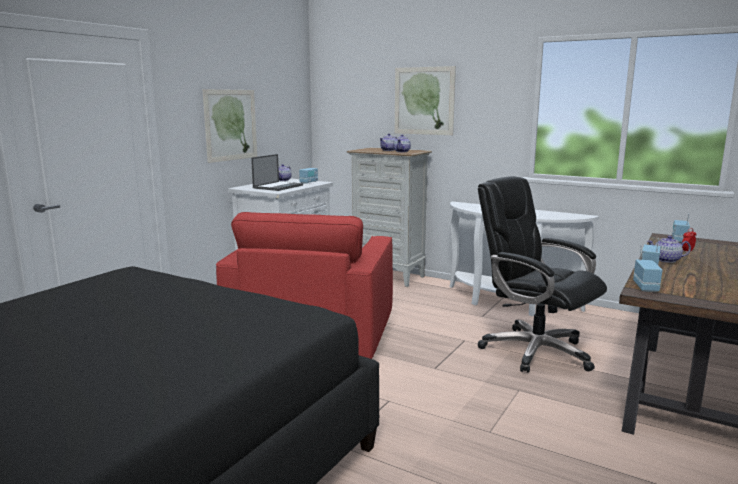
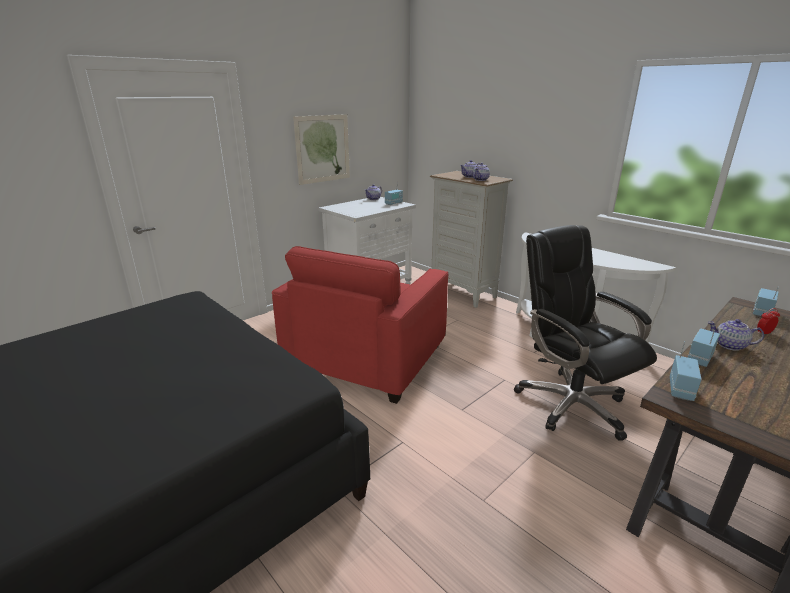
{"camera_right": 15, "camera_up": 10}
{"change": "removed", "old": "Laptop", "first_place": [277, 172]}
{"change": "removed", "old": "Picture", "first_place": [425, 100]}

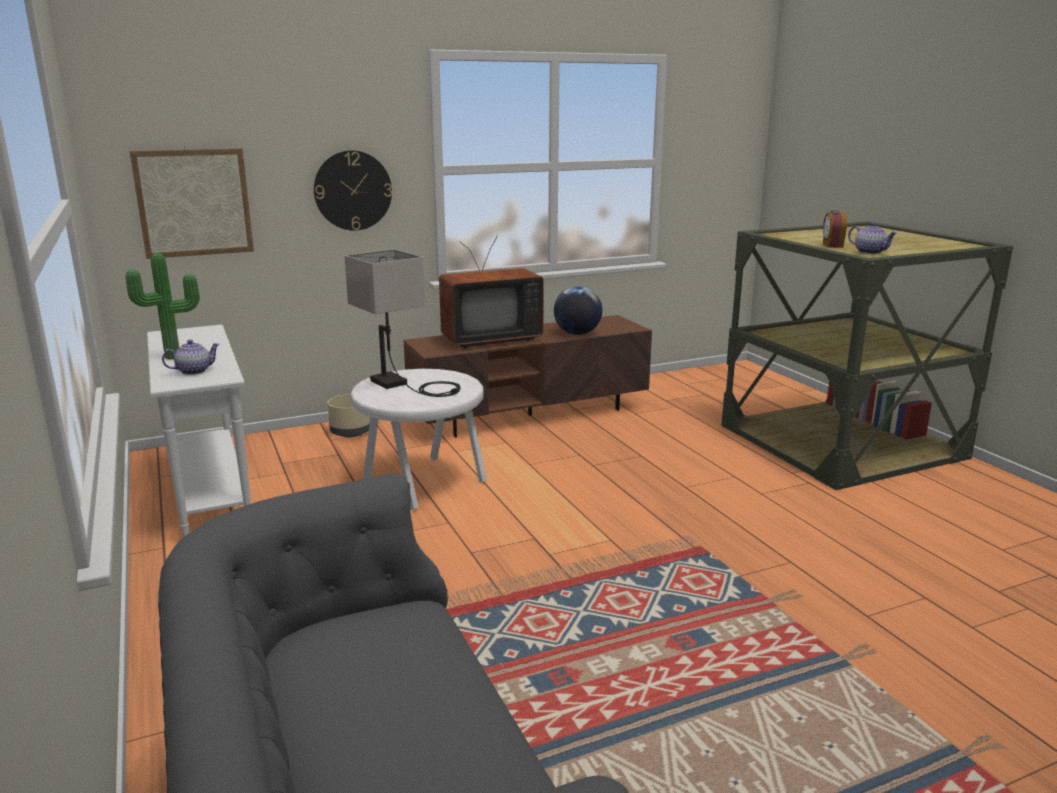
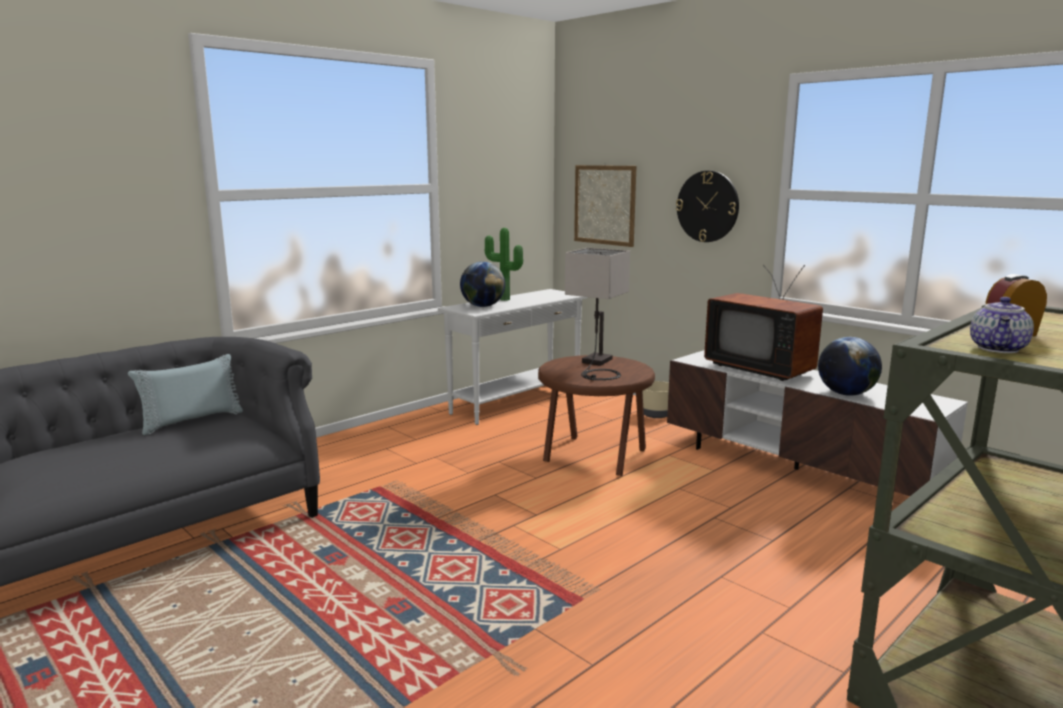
{"camera_right": 70, "camera_up": -5}
{"change": "replaced", "old": "Teapot", "new": "Globe", "first_place": [191, 357], "second_place": [482, 284]}
{"change": "recoloured", "old": "WhiteSideTable", "new": "BrownSideTable", "first_place": [418, 439], "second_place": [596, 415]}
{"change": "recoloured", "old": "BrownTvStand", "new": "WhiteTvStand", "first_place": [528, 376], "second_place": [817, 423]}
{"change": "added", "new": "BluePillow", "second_place": [185, 394]}

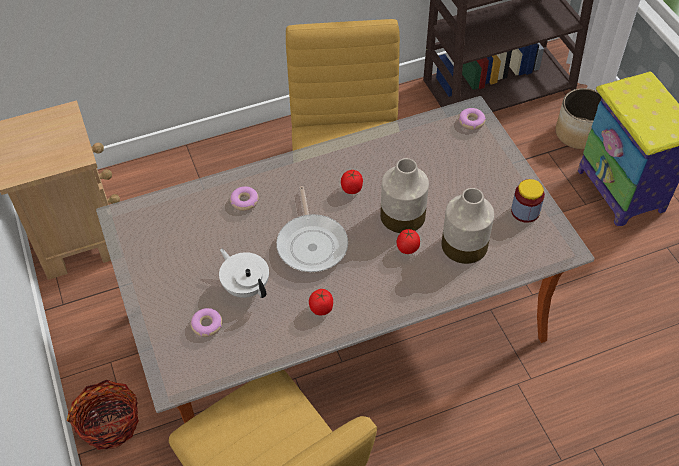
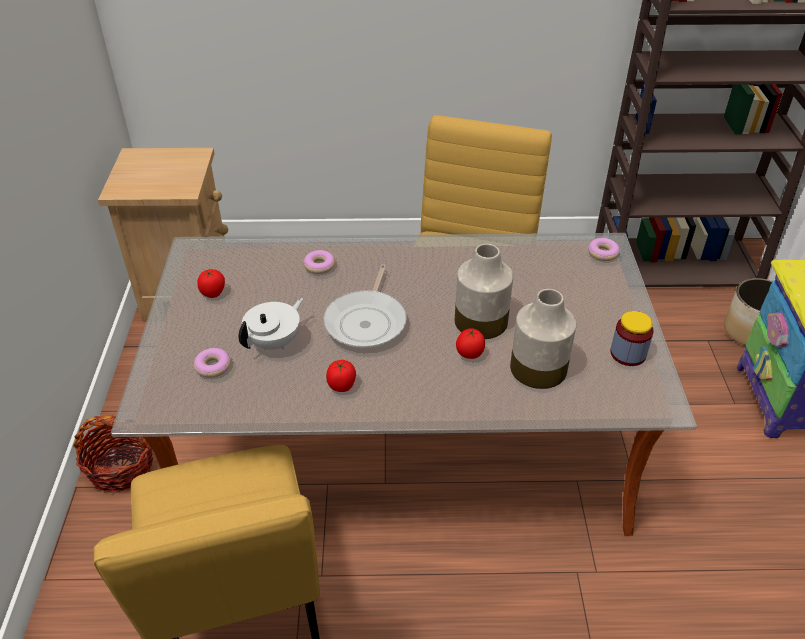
{"camera_right": 20, "camera_up": -10}
{"change": "turned", "old": "WhiteTeapot", "first_place": [244, 273], "second_place": [271, 324], "degrees": 60}
{"change": "moved", "old": "Tomato", "first_place": [352, 182], "second_place": [211, 283]}

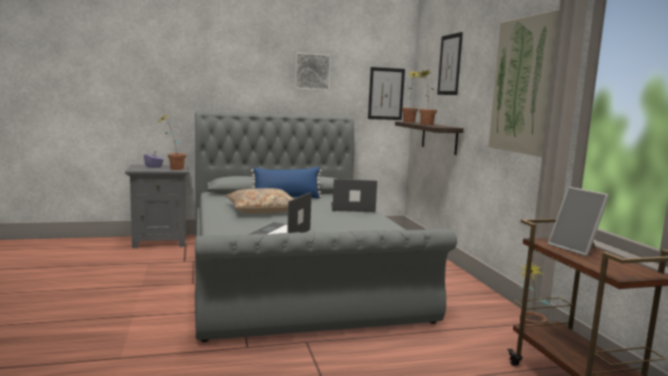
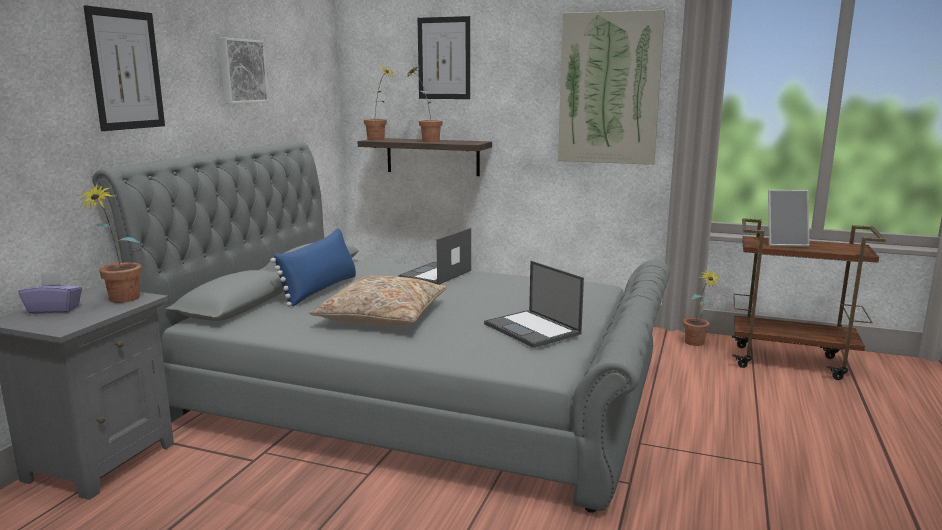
{"camera_right": -55, "camera_up": 5}
{"change": "moved", "old": "Picture", "first_place": [386, 93], "second_place": [124, 68]}

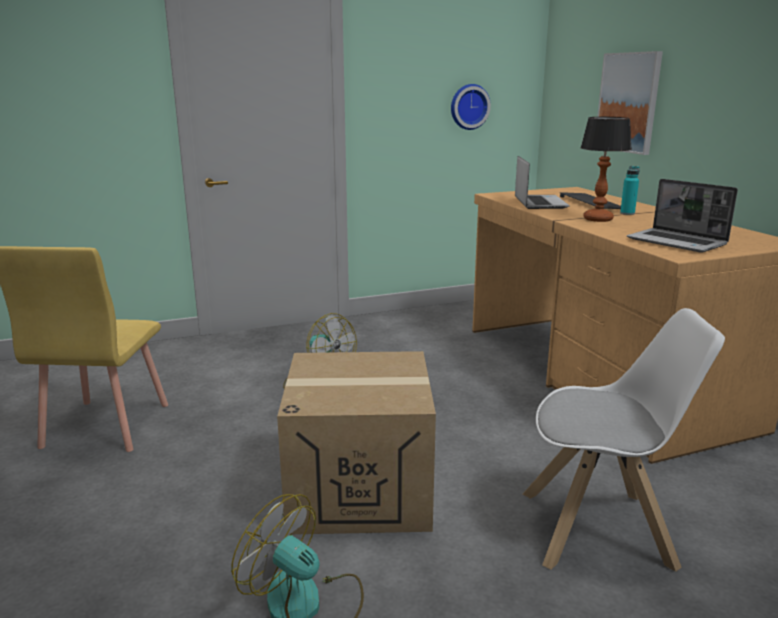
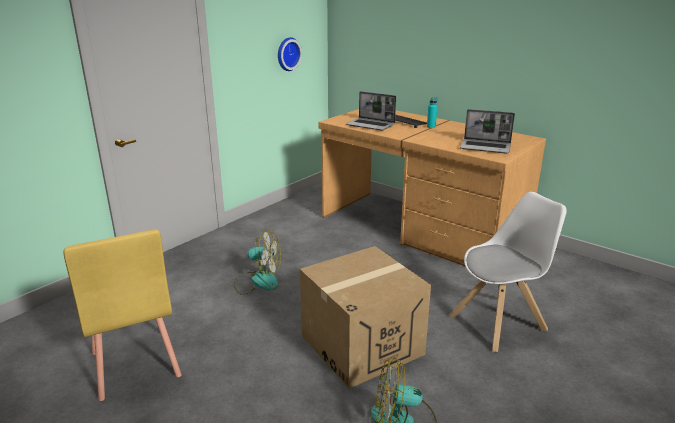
{"camera_right": -30, "camera_up": 5}
{"change": "turned", "old": "Laptop", "first_place": [542, 182], "second_place": [371, 111], "degrees": 150}
{"change": "removed", "old": "TableLamp", "first_place": [606, 169]}
{"change": "removed", "old": "Picture", "first_place": [630, 103]}

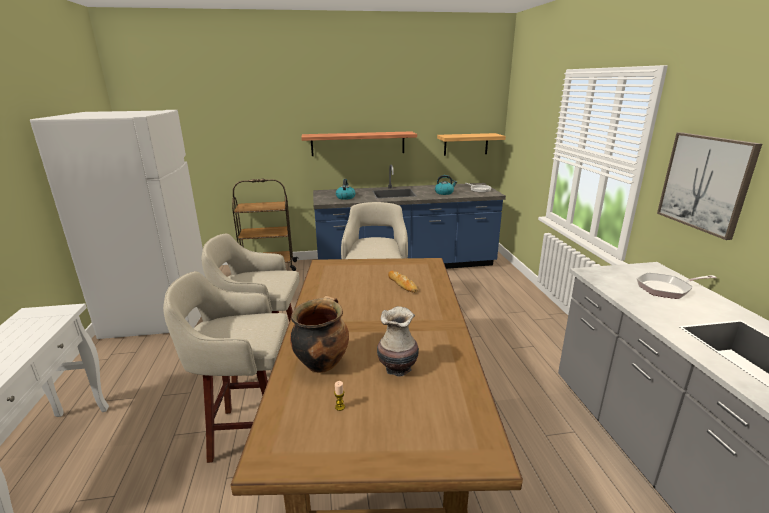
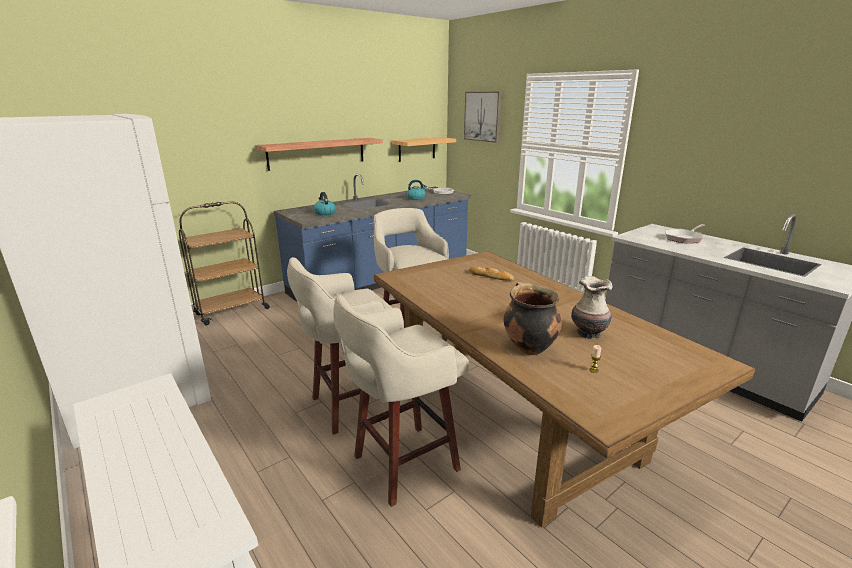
{"camera_right": -30, "camera_up": 0}
{"change": "moved", "old": "Picture", "first_place": [709, 186], "second_place": [482, 117]}

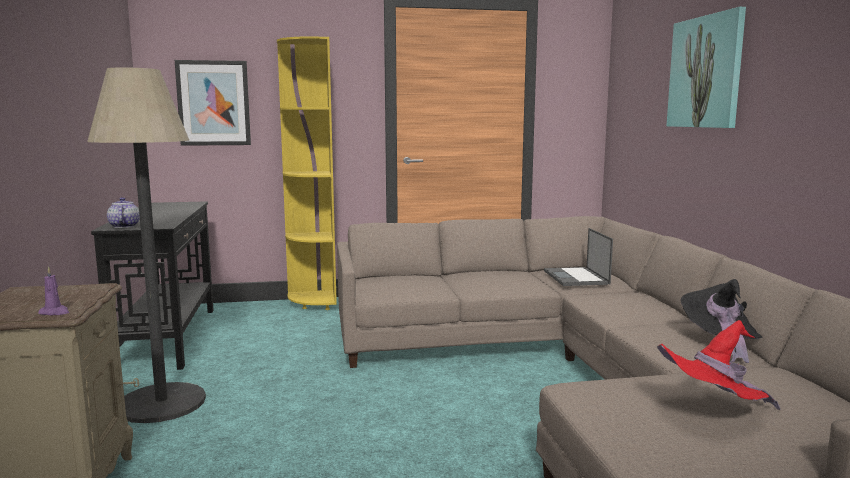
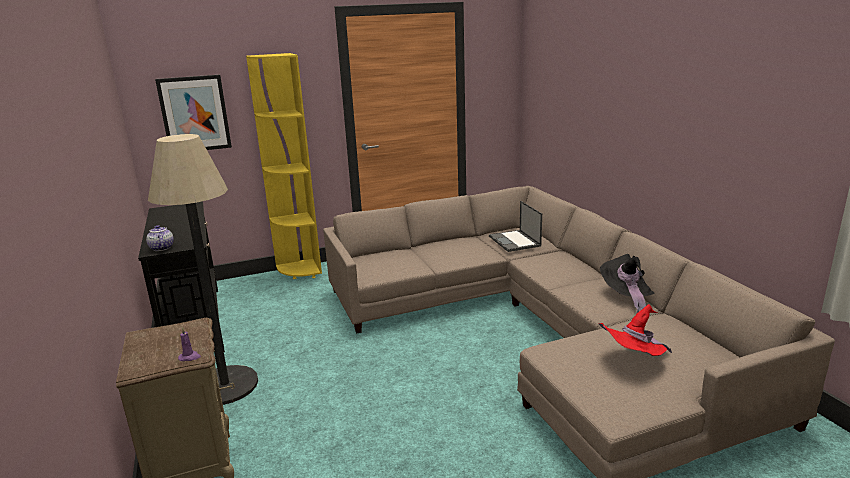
{"camera_right": -10, "camera_up": 10}
{"change": "removed", "old": "Picture", "first_place": [706, 67]}

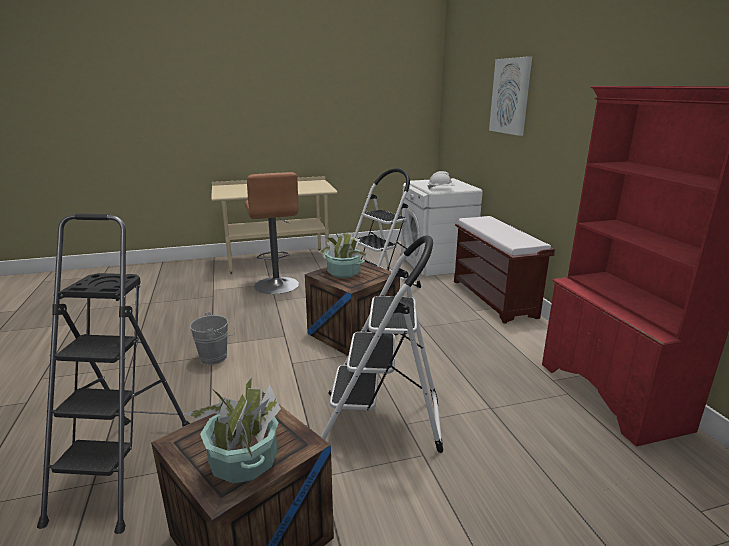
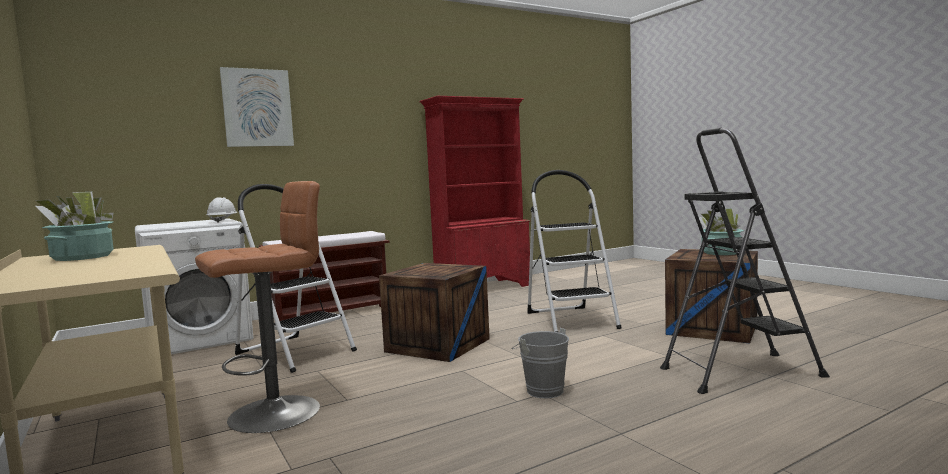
{"camera_right": -105, "camera_up": -15}
{"change": "moved", "old": "PottedPlant", "first_place": [342, 255], "second_place": [74, 226]}

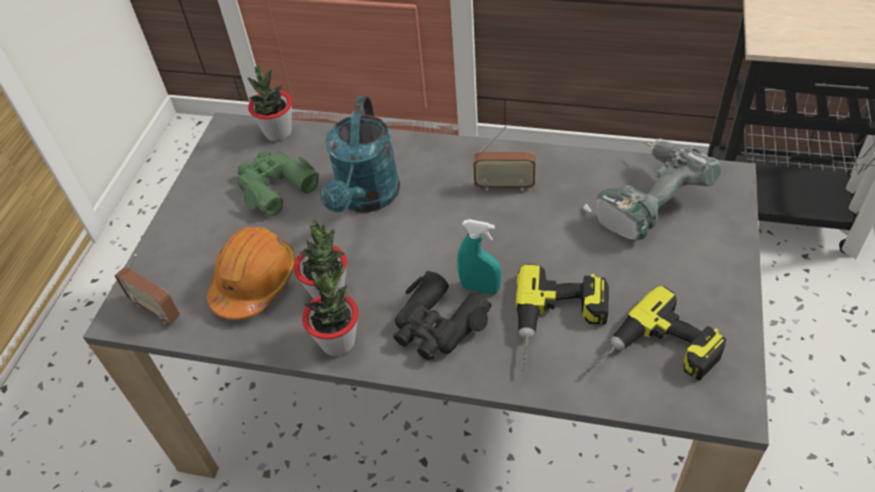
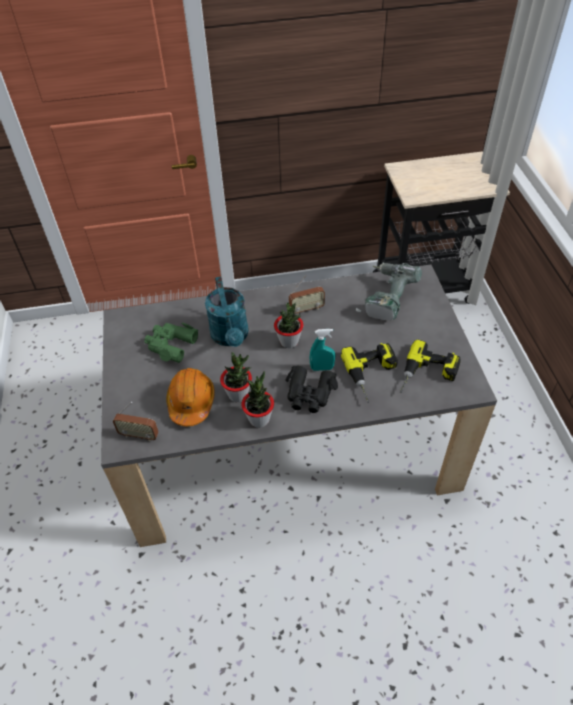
{"camera_right": -25, "camera_up": 0}
{"change": "moved", "old": "PottedPlant", "first_place": [270, 103], "second_place": [289, 325]}

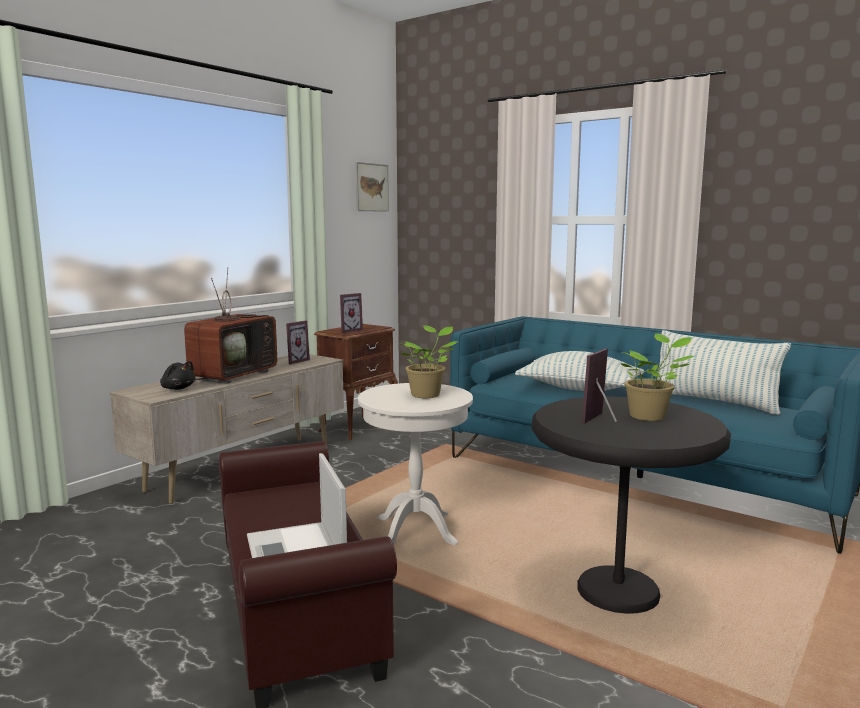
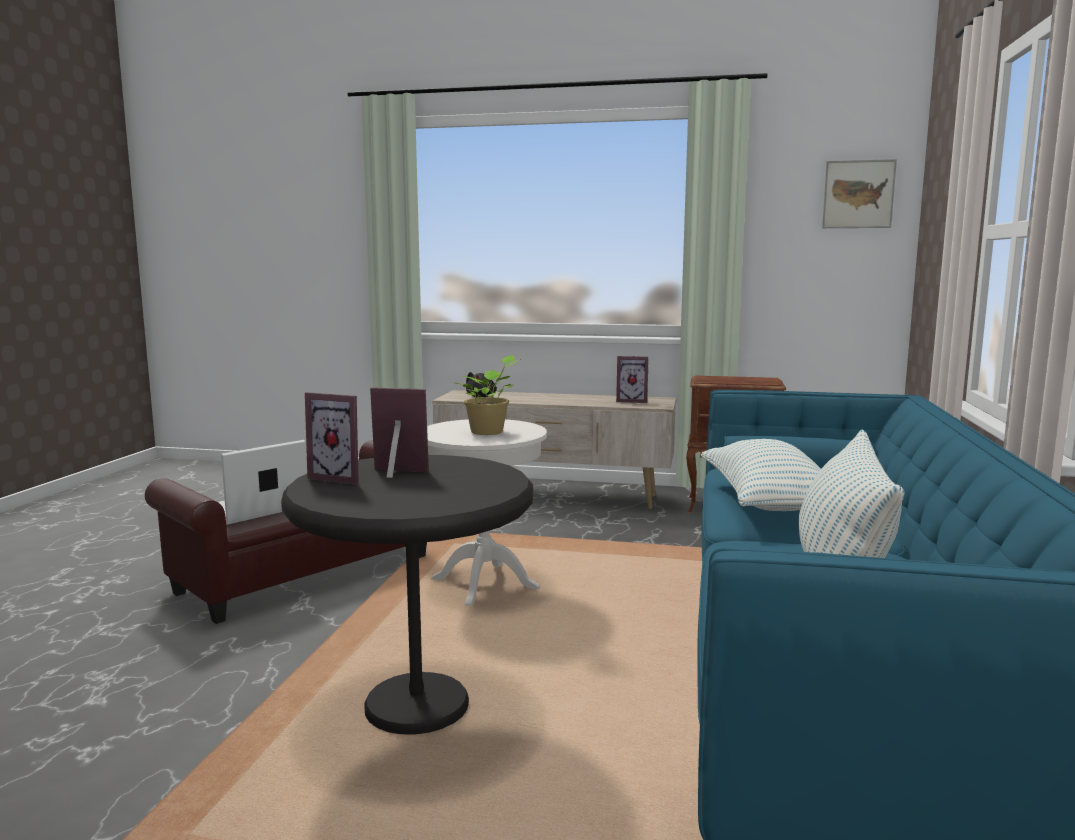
{"camera_right": 65, "camera_up": 0}
{"change": "removed", "old": "Television", "first_place": [230, 325]}
{"change": "moved", "old": "PictureFrame", "first_place": [351, 313], "second_place": [332, 438]}
{"change": "removed", "old": "PottedPlant", "first_place": [657, 377]}

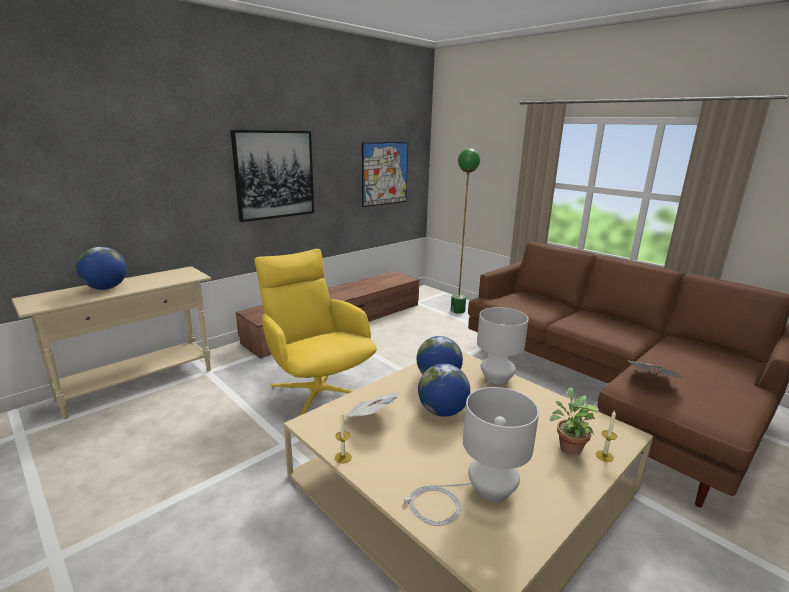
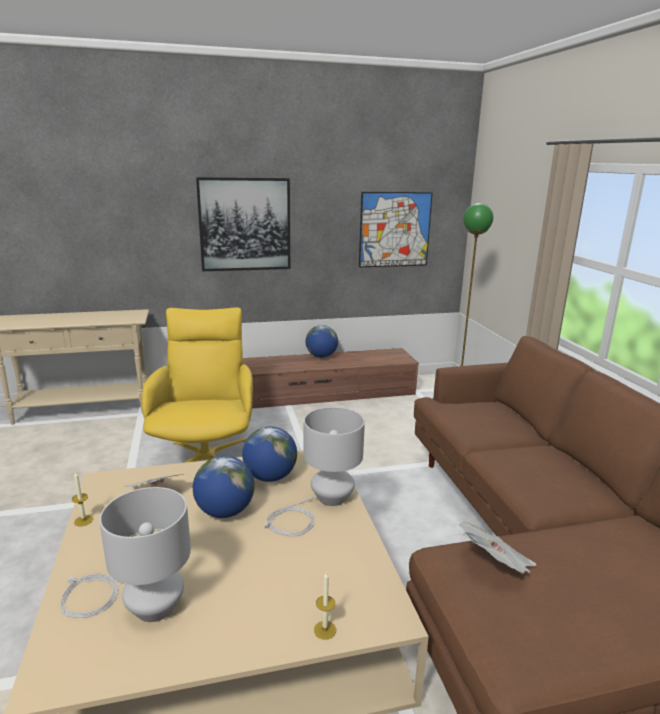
{"camera_right": 30, "camera_up": 0}
{"change": "moved", "old": "Globe", "first_place": [101, 268], "second_place": [322, 341]}
{"change": "removed", "old": "PottedPlant", "first_place": [573, 421]}

